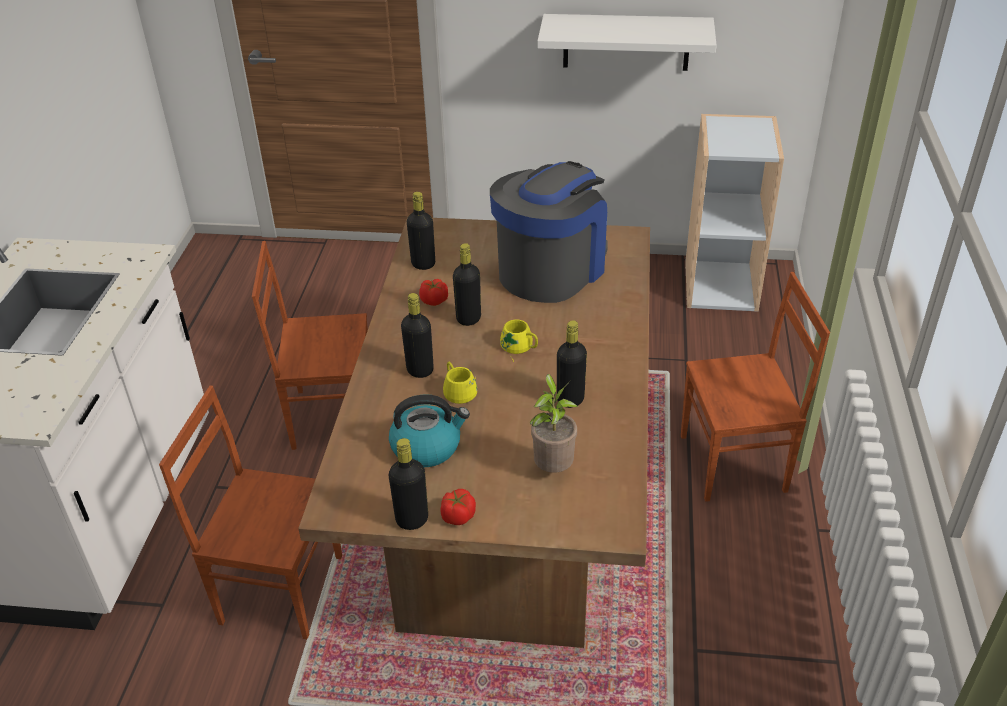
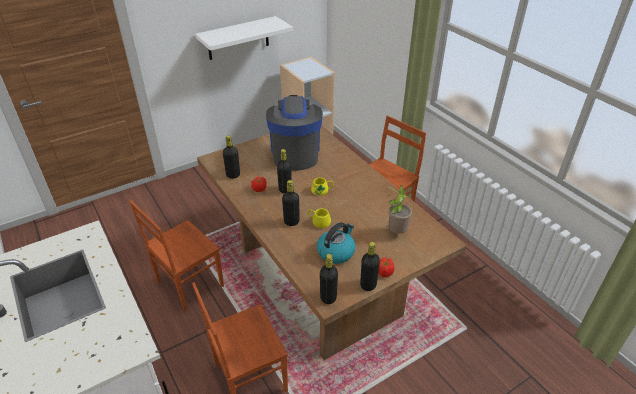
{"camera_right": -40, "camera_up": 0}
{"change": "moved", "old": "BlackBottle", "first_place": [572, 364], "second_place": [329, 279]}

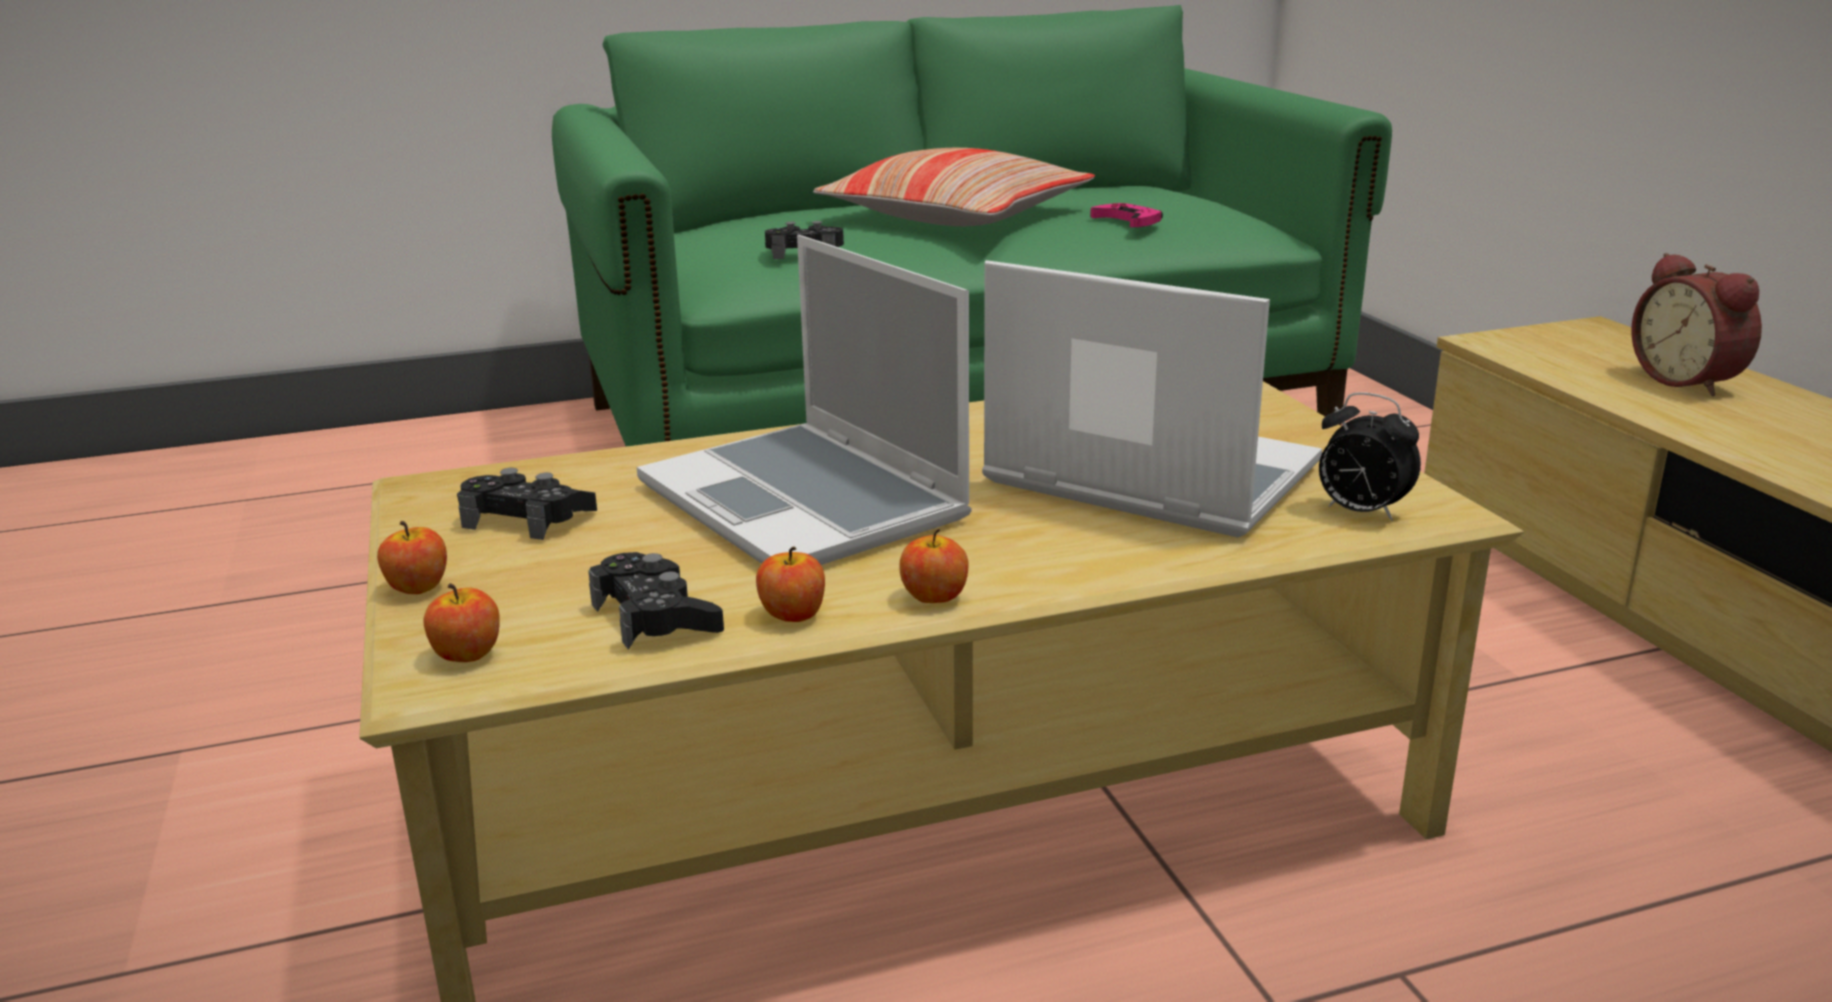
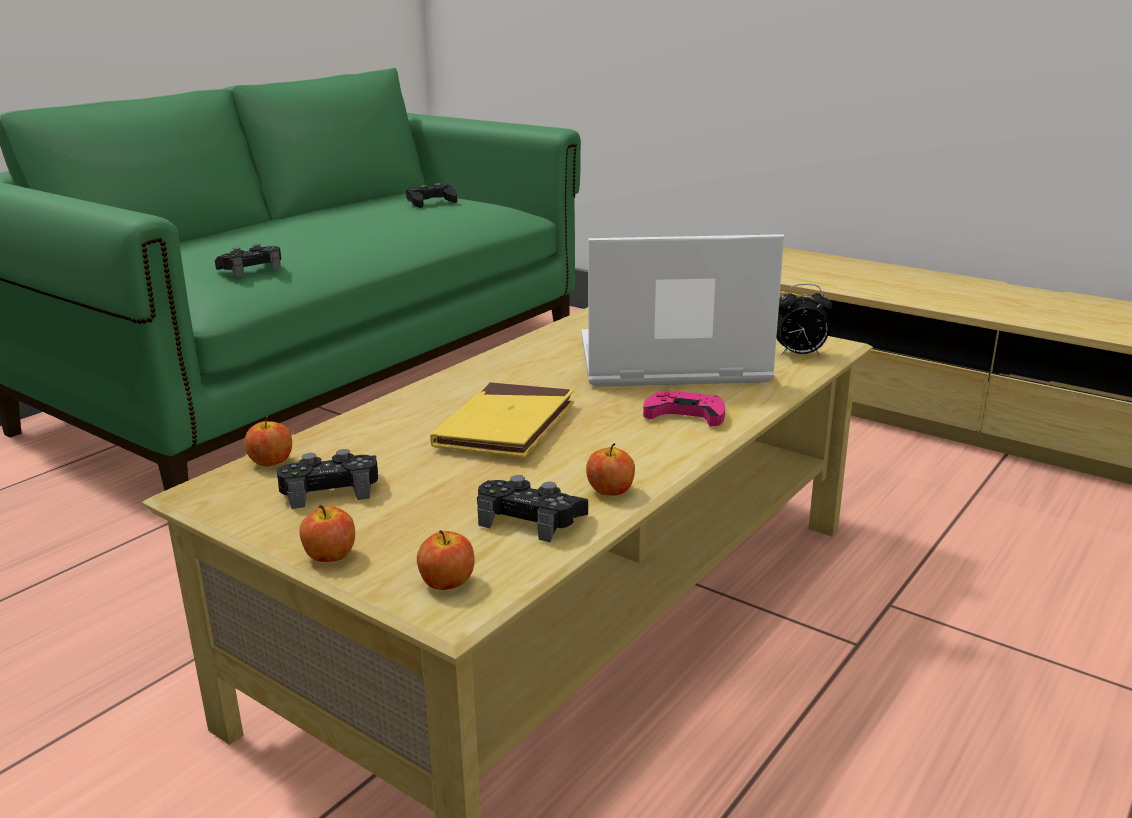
{"camera_right": -35, "camera_up": 0}
{"change": "replaced", "old": "Laptop", "new": "YellowBook", "first_place": [804, 400], "second_place": [502, 420]}
{"change": "removed", "old": "Pillow", "first_place": [954, 187]}
{"change": "moved", "old": "Apple", "first_place": [933, 565], "second_place": [268, 441]}
{"change": "moved", "old": "PinkGameController", "first_place": [1126, 215], "second_place": [684, 409]}
{"change": "removed", "old": "AlarmClock", "first_place": [1696, 324]}
{"change": "added", "new": "BlackGameController", "second_place": [431, 195]}

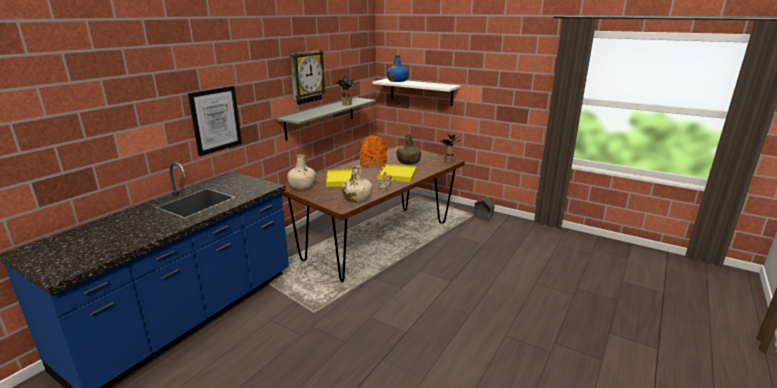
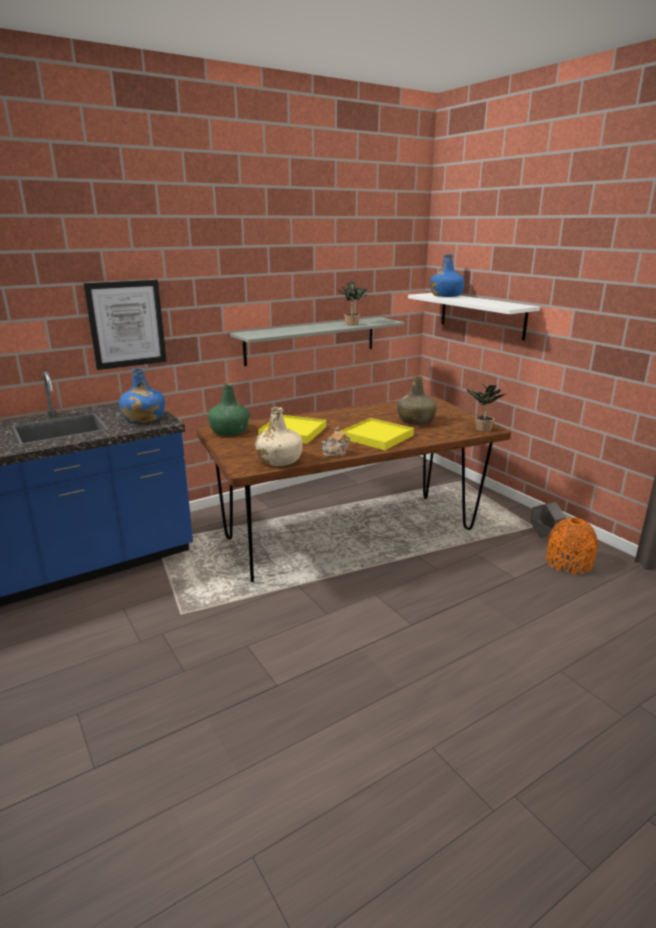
{"camera_right": 25, "camera_up": 0}
{"change": "recoloured", "old": "BeigeBottle", "new": "GreenBottle", "first_place": [301, 172], "second_place": [229, 410]}
{"change": "removed", "old": "WallClock", "first_place": [308, 77]}
{"change": "moved", "old": "OrangeVase", "first_place": [373, 151], "second_place": [572, 546]}
{"change": "added", "new": "BlueBottle", "second_place": [142, 395]}

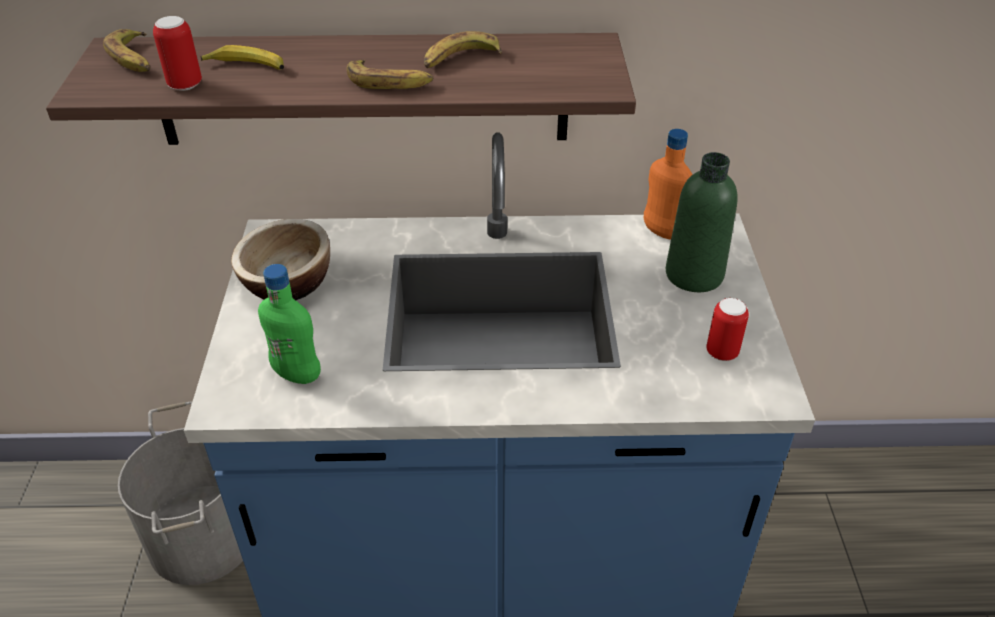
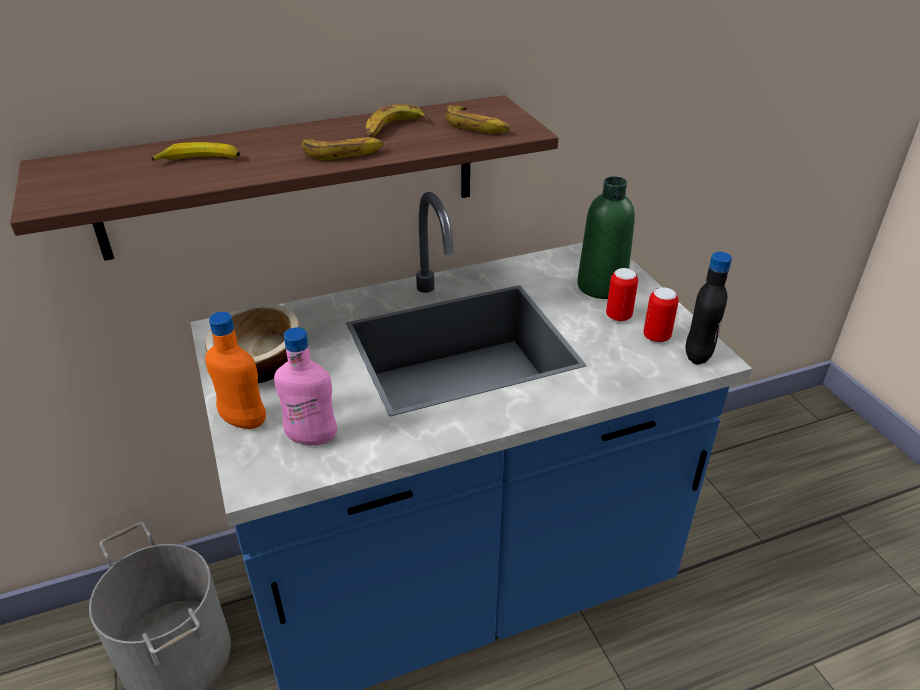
{"camera_right": -20, "camera_up": -5}
{"change": "moved", "old": "Banana", "first_place": [126, 50], "second_place": [477, 119]}
{"change": "moved", "old": "Can", "first_place": [177, 53], "second_place": [622, 295]}
{"change": "recoloured", "old": "GreenBottle", "new": "PinkBottle", "first_place": [289, 324], "second_place": [305, 386]}
{"change": "moved", "old": "OrangeBottle", "first_place": [668, 184], "second_place": [235, 370]}
{"change": "added", "new": "BlackBottle", "second_place": [708, 308]}

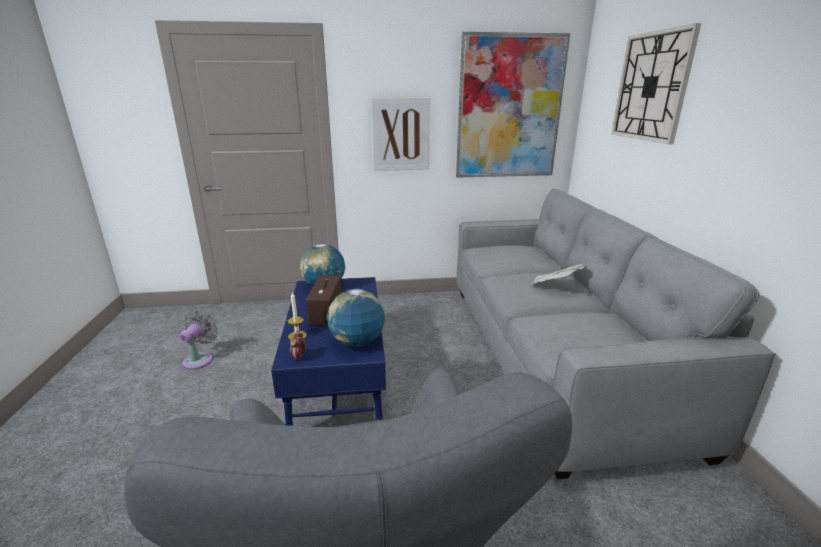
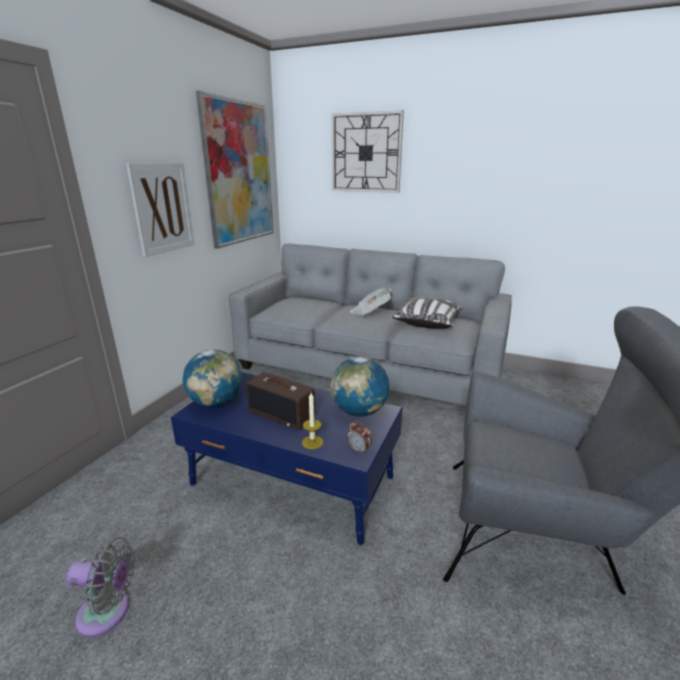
{"camera_right": -60, "camera_up": 0}
{"change": "turned", "old": "GreyFan", "first_place": [198, 340], "second_place": [100, 587], "degrees": 135}
{"change": "added", "new": "Pillow", "second_place": [427, 313]}

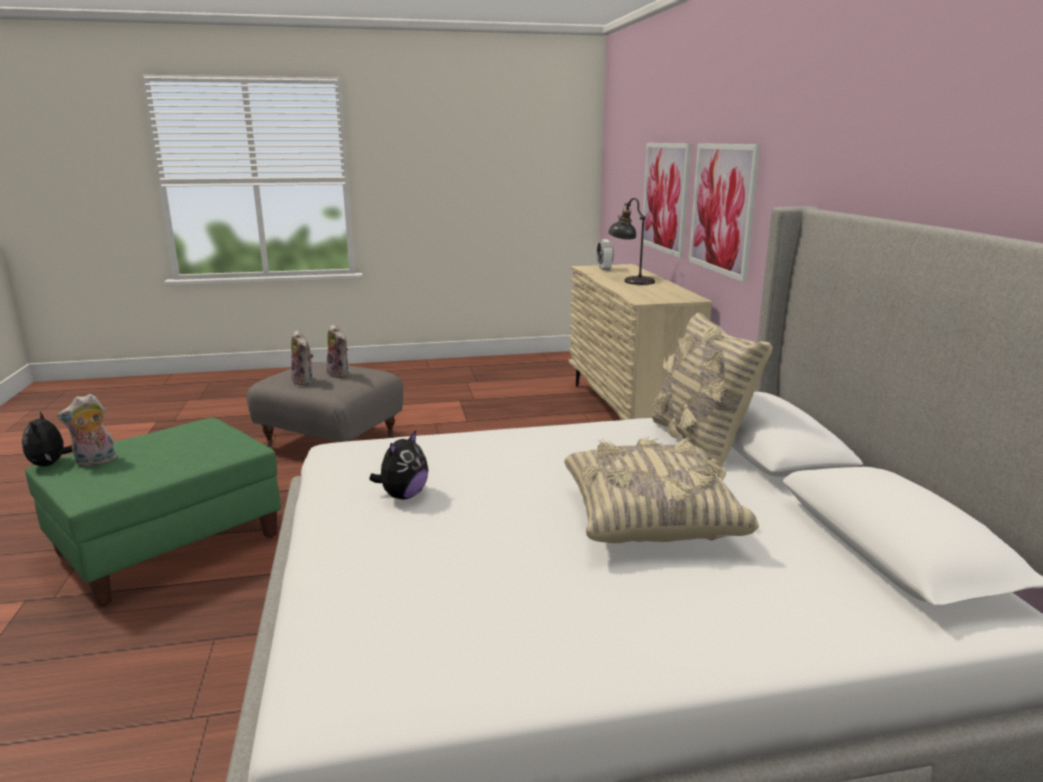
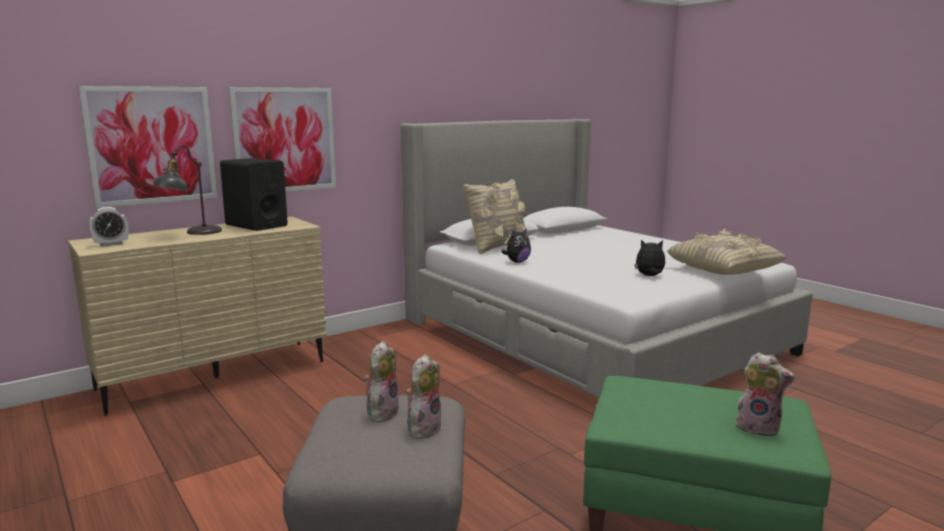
{"camera_right": -115, "camera_up": -5}
{"change": "moved", "old": "PlushToy", "first_place": [47, 439], "second_place": [516, 245]}
{"change": "moved", "old": "BeigePillow", "first_place": [662, 489], "second_place": [726, 252]}
{"change": "added", "new": "BlackSpeaker", "second_place": [254, 194]}

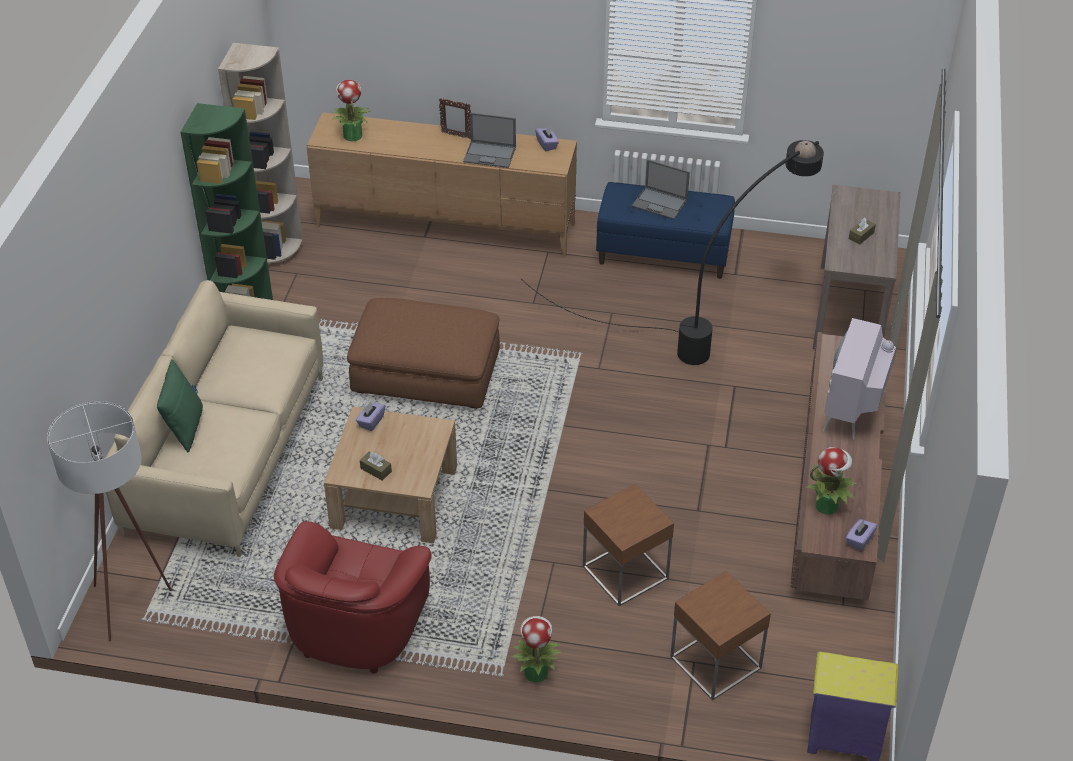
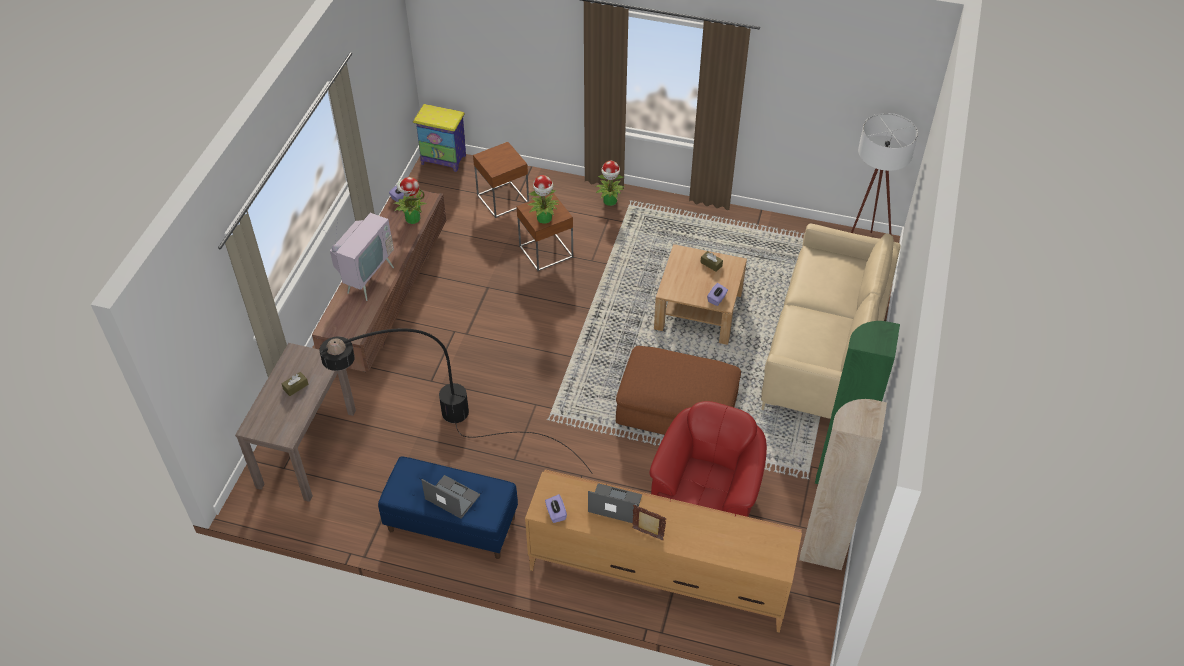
{"camera_right": -175, "camera_up": 5}
{"change": "removed", "old": "GreenPillow", "first_place": [180, 405]}
{"change": "moved", "old": "RedArmchair", "first_place": [353, 597], "second_place": [708, 459]}
{"change": "moved", "old": "PottedPlant", "first_place": [352, 111], "second_place": [544, 199]}

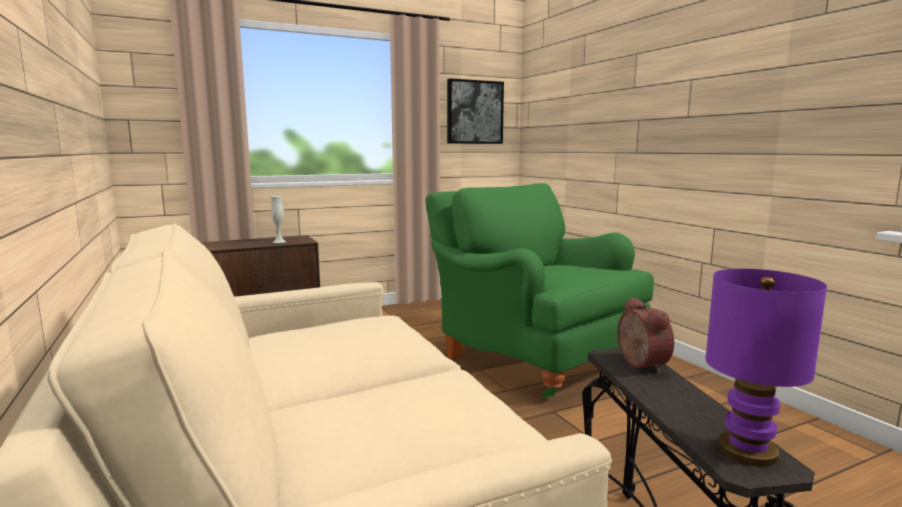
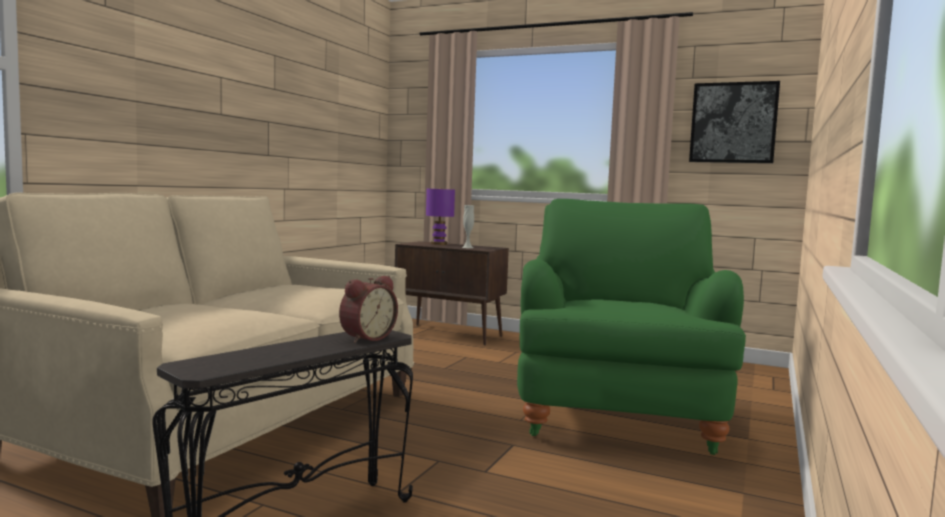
{"camera_right": 50, "camera_up": -5}
{"change": "moved", "old": "PurpleTableLamp", "first_place": [766, 368], "second_place": [440, 216]}

